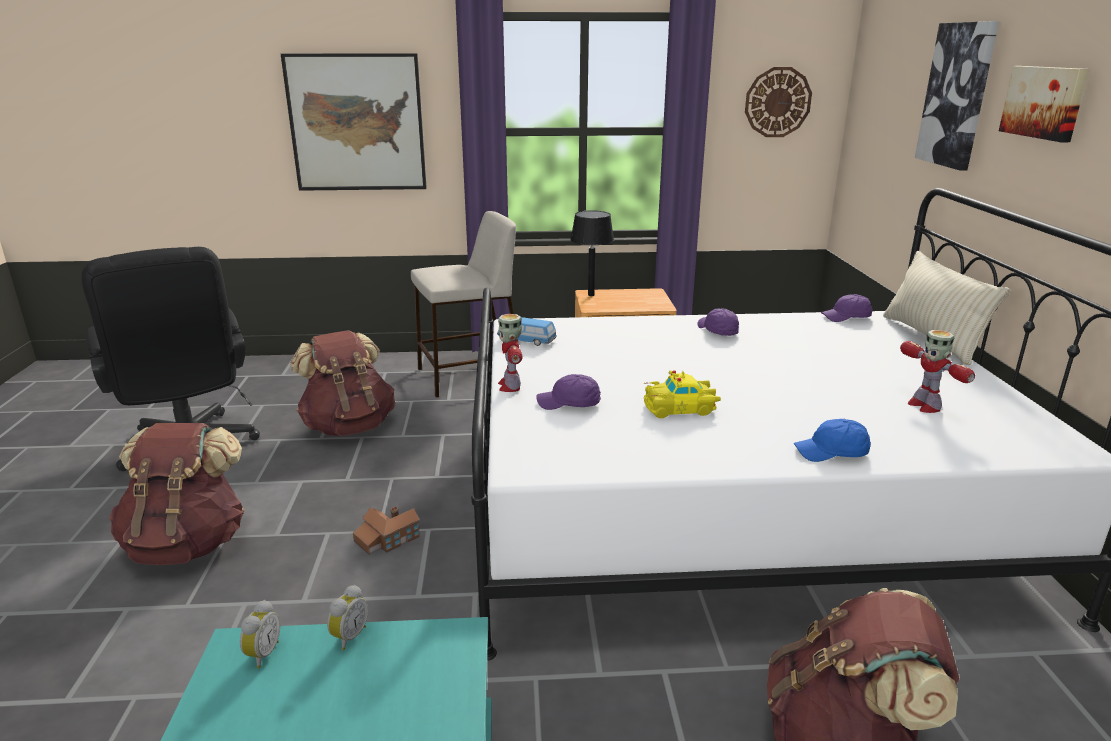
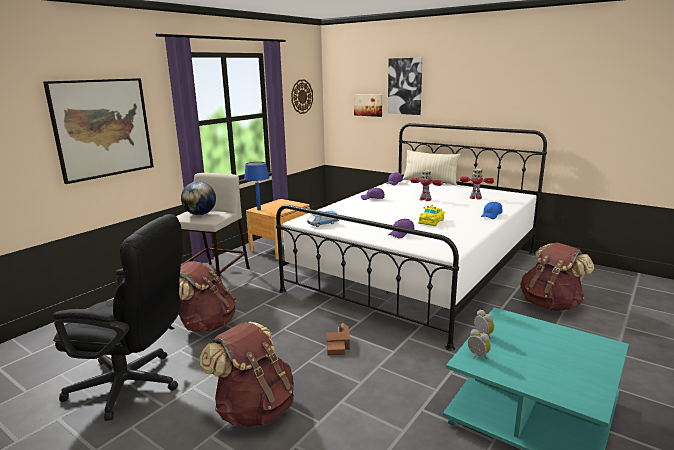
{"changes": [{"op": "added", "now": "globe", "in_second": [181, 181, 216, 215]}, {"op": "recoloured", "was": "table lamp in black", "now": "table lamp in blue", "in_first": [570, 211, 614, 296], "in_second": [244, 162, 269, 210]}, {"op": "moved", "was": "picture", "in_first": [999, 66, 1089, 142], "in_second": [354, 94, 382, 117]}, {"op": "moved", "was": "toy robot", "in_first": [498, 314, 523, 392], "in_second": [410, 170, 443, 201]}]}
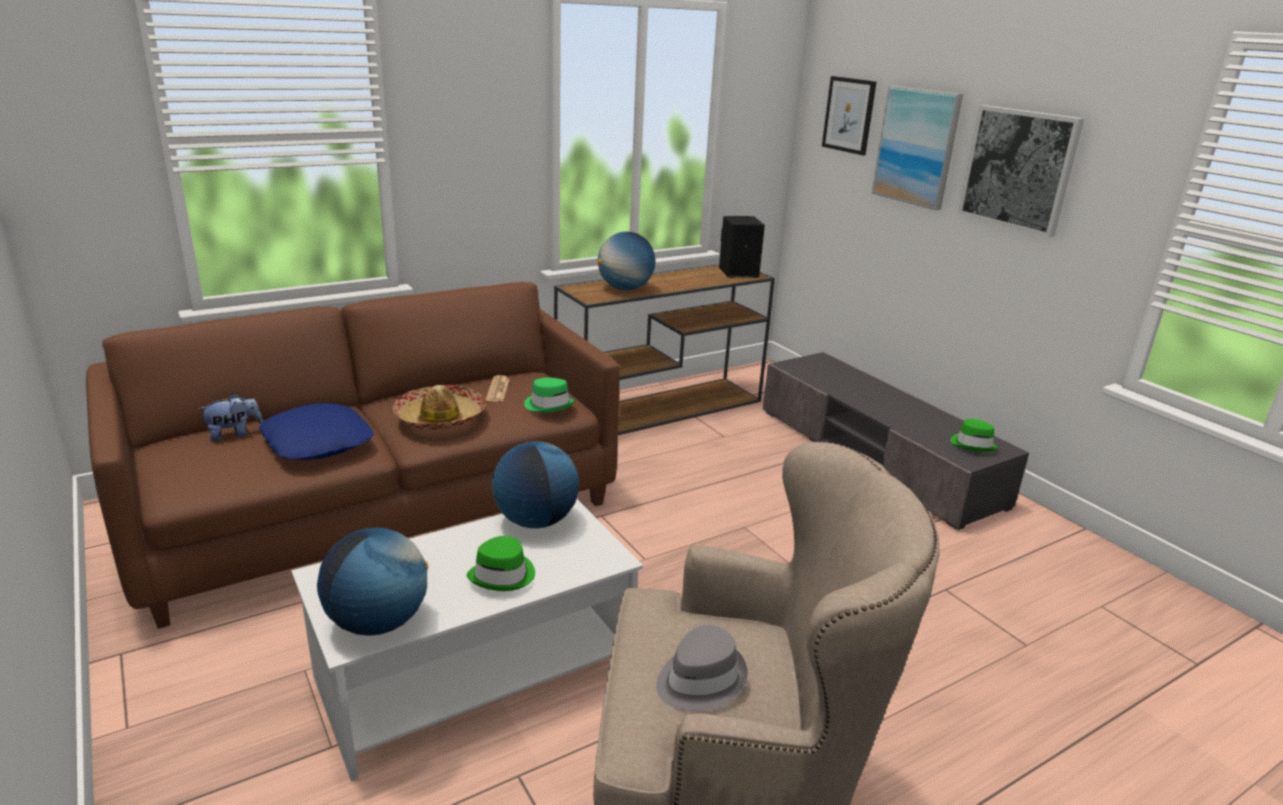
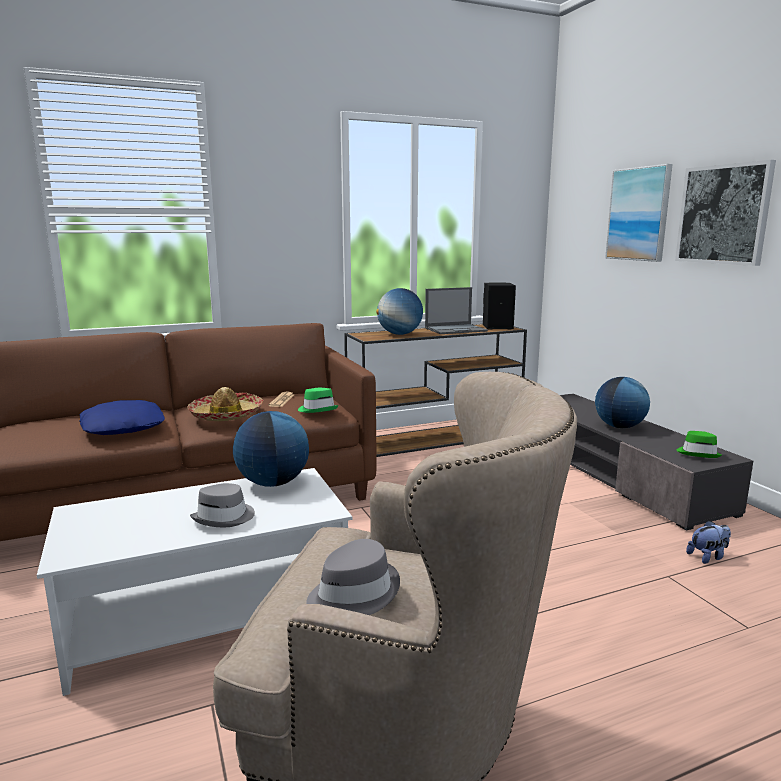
{"changes": [{"op": "recoloured", "was": "hat in green", "now": "hat in grey", "in_first": [466, 536, 535, 591], "in_second": [190, 483, 255, 527]}, {"op": "added", "now": "laptop", "in_second": [425, 287, 488, 334]}, {"op": "moved", "was": "globe", "in_first": [317, 528, 428, 636], "in_second": [595, 377, 650, 428]}, {"op": "moved", "was": "plush toy", "in_first": [198, 393, 263, 442], "in_second": [686, 520, 731, 564]}, {"op": "removed", "was": "picture", "in_first": [822, 76, 877, 155]}]}
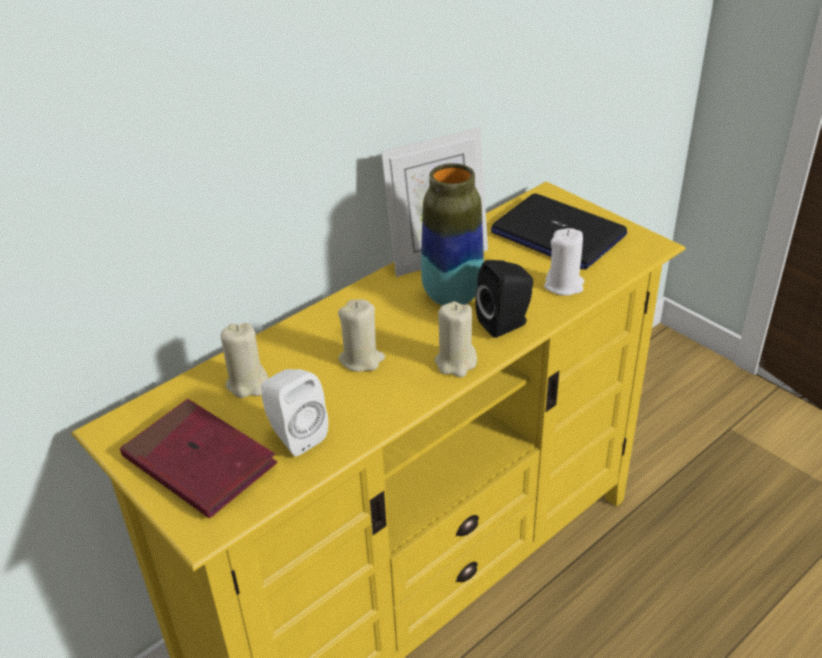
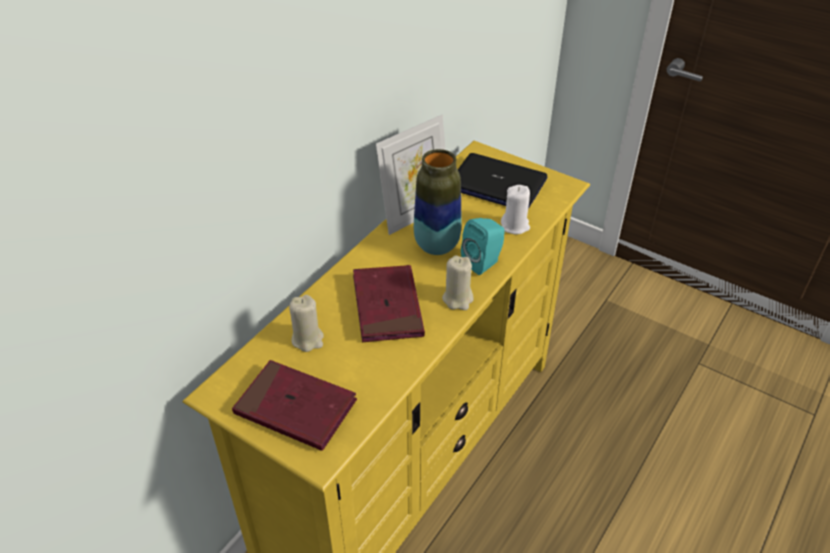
{"changes": [{"op": "replaced", "was": "candle in beige", "now": "book in red", "in_first": [338, 300, 385, 372], "in_second": [353, 265, 425, 342]}, {"op": "recoloured", "was": "speaker in black", "now": "speaker in turquoise", "in_first": [475, 260, 533, 338], "in_second": [461, 218, 505, 275]}, {"op": "removed", "was": "speaker in white", "in_first": [261, 369, 328, 456]}]}
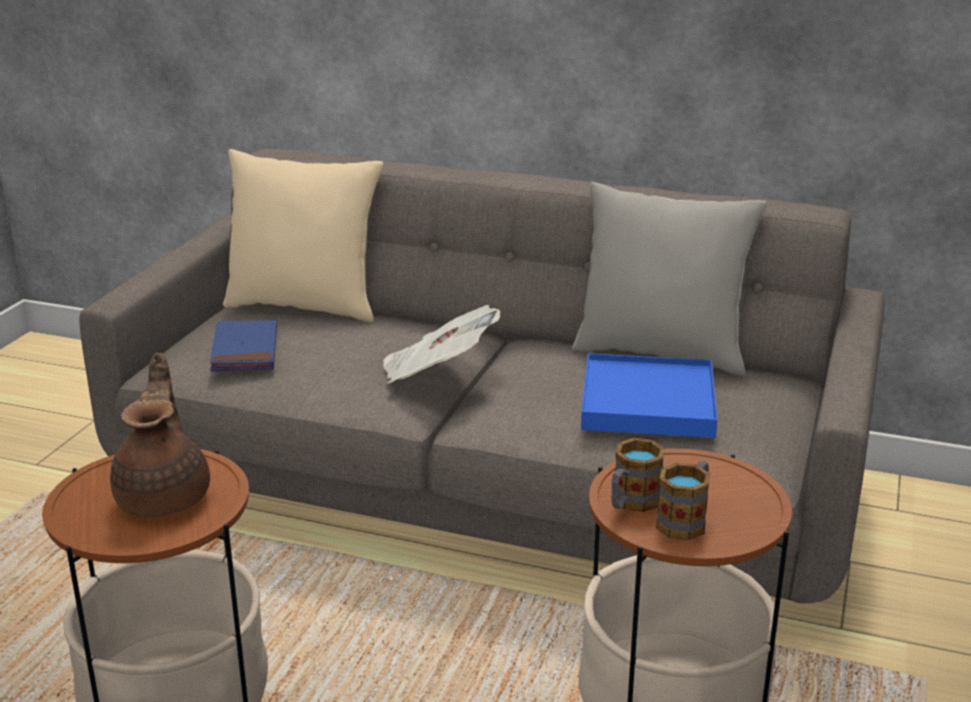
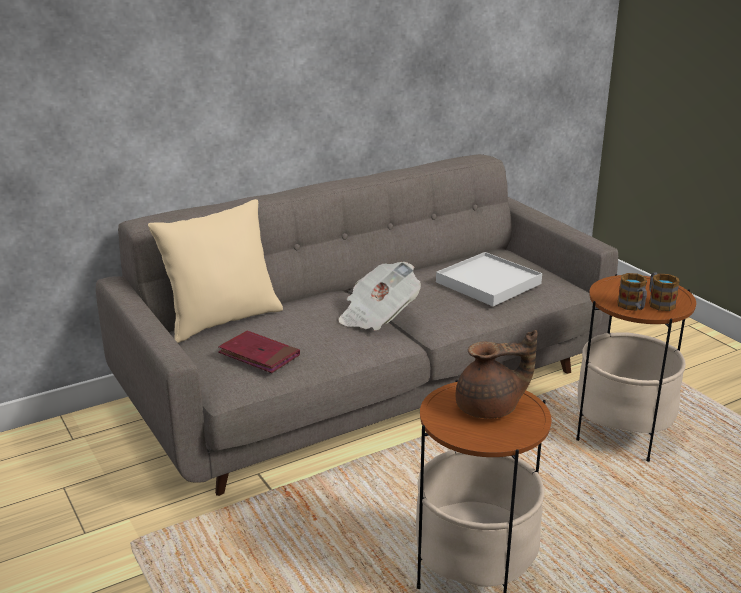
{"changes": [{"op": "recoloured", "was": "book in blue", "now": "book in red", "in_first": [210, 320, 277, 371], "in_second": [218, 331, 300, 373]}, {"op": "recoloured", "was": "tray in blue", "now": "tray in white", "in_first": [581, 353, 718, 438], "in_second": [436, 252, 542, 306]}, {"op": "turned", "was": "teapot in brown", "in_first": [110, 353, 210, 517], "in_second": [455, 330, 537, 419], "clockwise": 135}, {"op": "removed", "was": "pillow in grey", "in_first": [572, 182, 767, 376]}]}
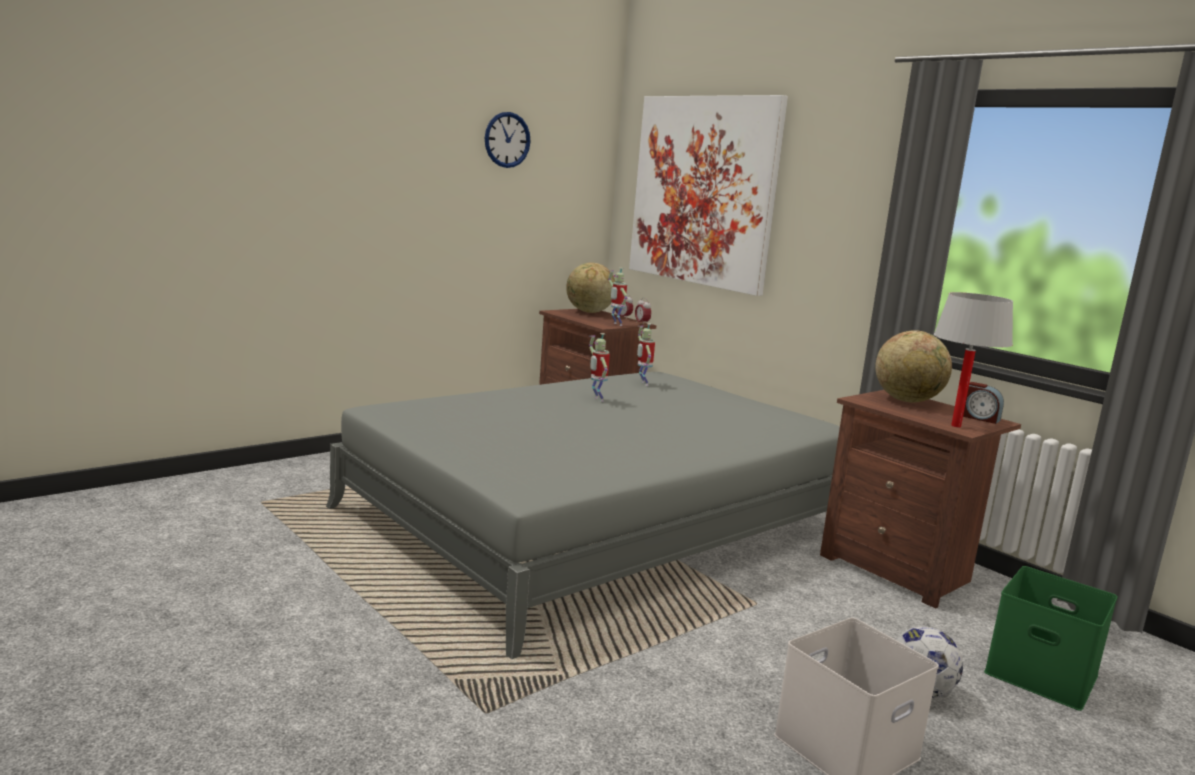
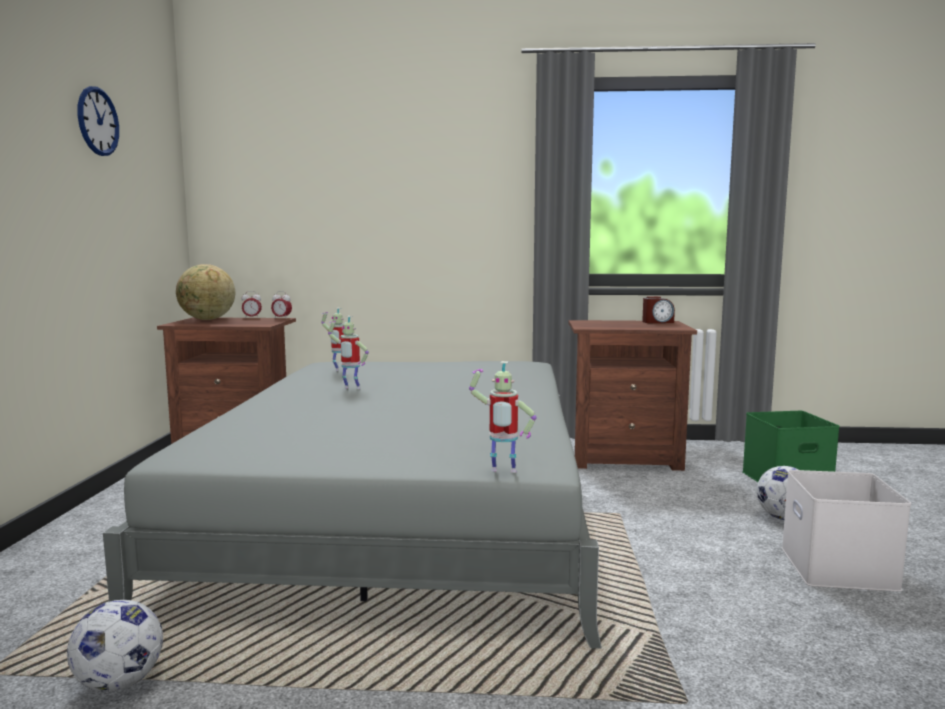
{"changes": [{"op": "added", "now": "football", "in_second": [67, 600, 163, 692]}, {"op": "moved", "was": "toy robot", "in_first": [608, 268, 627, 326], "in_second": [469, 361, 537, 473]}, {"op": "removed", "was": "picture", "in_first": [629, 95, 788, 296]}, {"op": "removed", "was": "globe", "in_first": [875, 330, 952, 402]}, {"op": "removed", "was": "table lamp in white", "in_first": [934, 292, 1013, 427]}]}
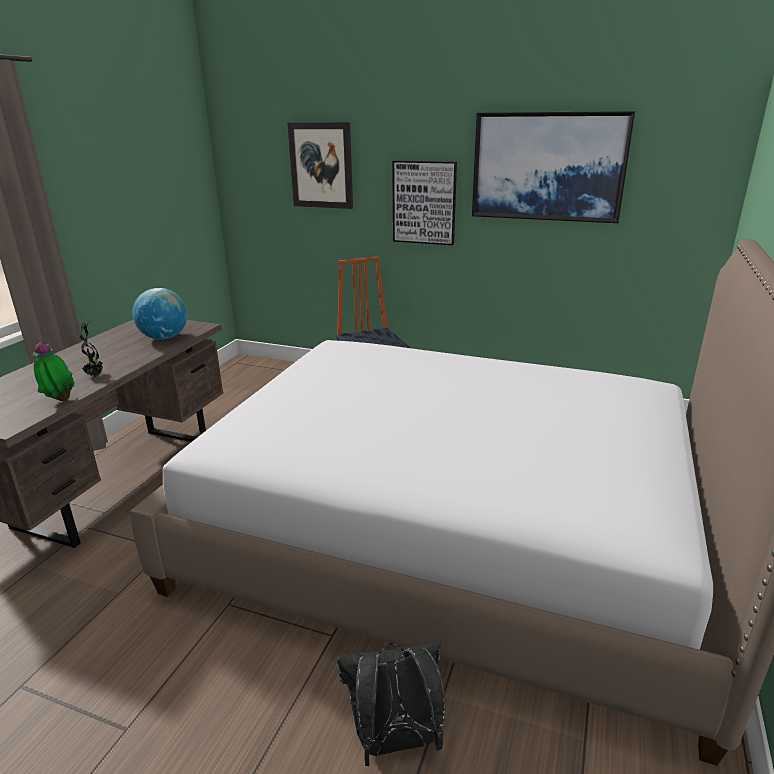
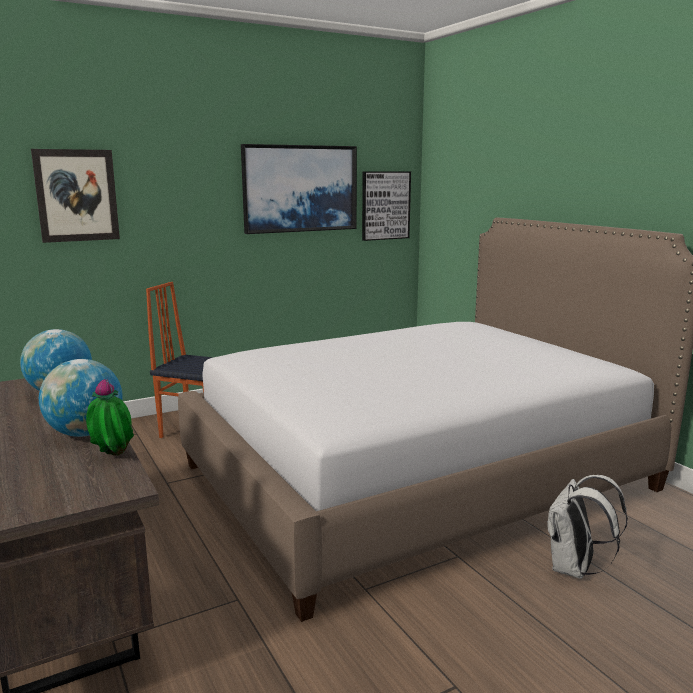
{"changes": [{"op": "replaced", "was": "potted plant", "now": "globe", "in_first": [80, 320, 104, 377], "in_second": [39, 359, 123, 437]}, {"op": "moved", "was": "picture", "in_first": [392, 161, 457, 245], "in_second": [362, 172, 411, 241]}, {"op": "recoloured", "was": "backpack in black", "now": "backpack in white", "in_first": [337, 642, 446, 766], "in_second": [547, 475, 628, 579]}]}
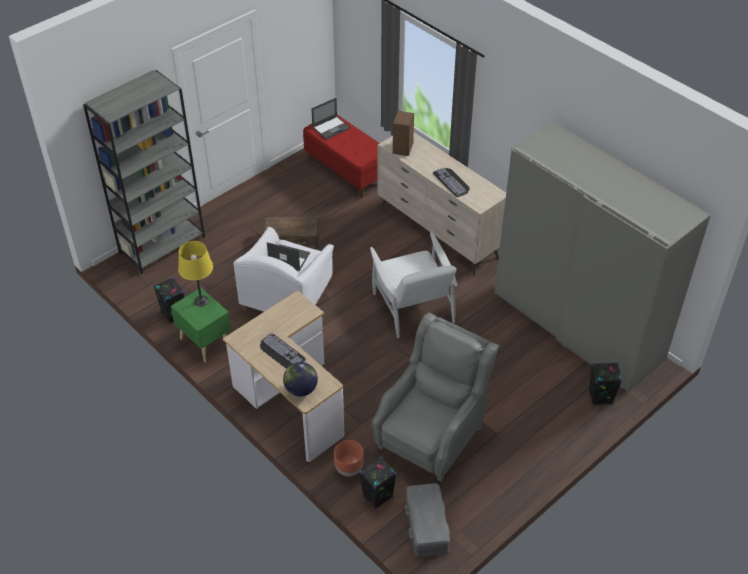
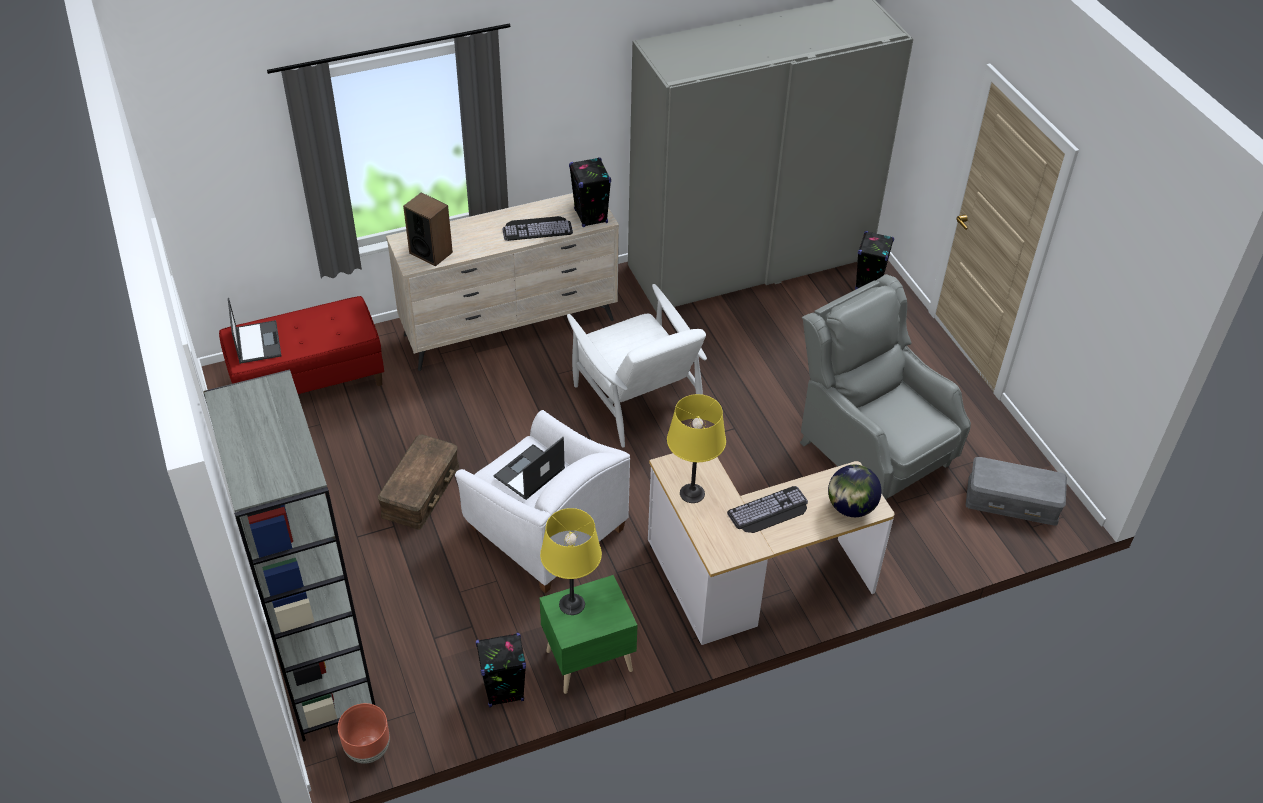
{"changes": [{"op": "moved", "was": "planter in brown", "in_first": [334, 440, 364, 476], "in_second": [338, 703, 390, 764]}, {"op": "turned", "was": "armchair in white", "in_first": [370, 232, 458, 338], "in_second": [567, 284, 707, 447], "clockwise": 60}, {"op": "moved", "was": "speaker in black", "in_first": [359, 457, 397, 510], "in_second": [569, 157, 611, 227]}, {"op": "added", "now": "table lamp in yellow", "in_second": [667, 394, 726, 503]}]}
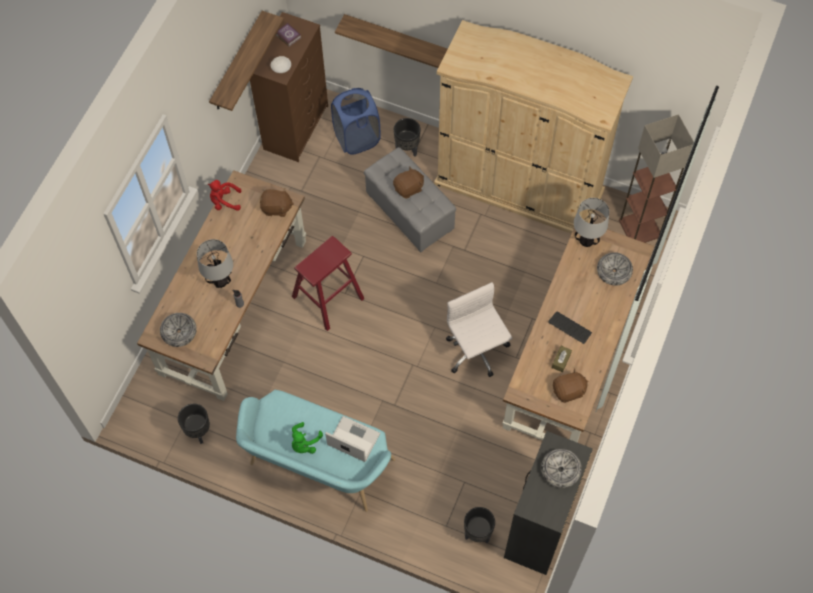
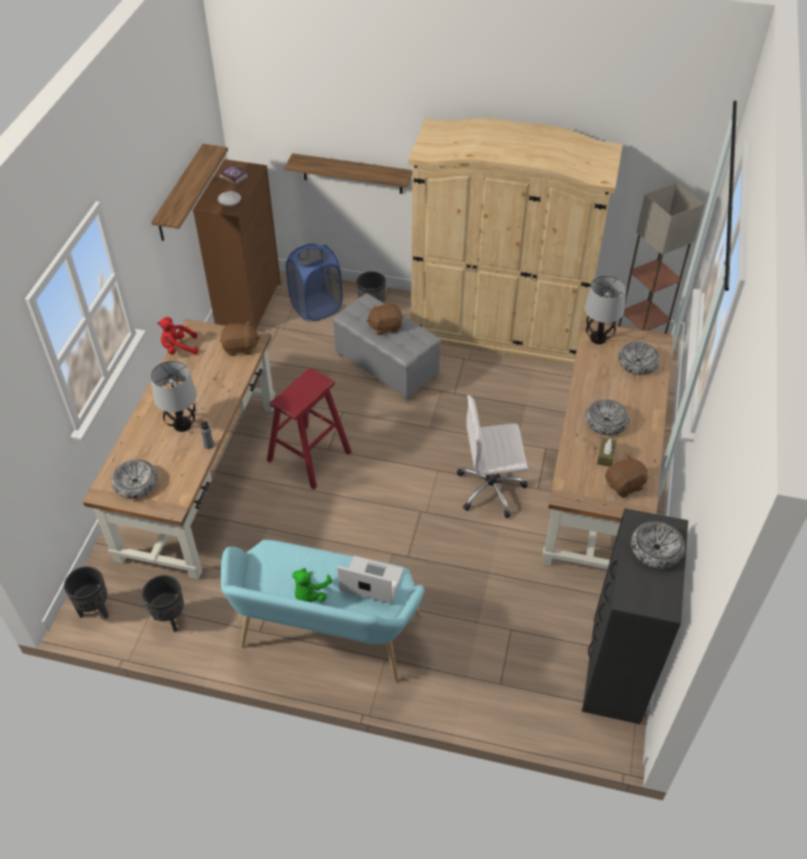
{"changes": [{"op": "moved", "was": "planter in black", "in_first": [464, 507, 495, 543], "in_second": [64, 566, 109, 619]}, {"op": "turned", "was": "plush toy in brown", "in_first": [393, 167, 424, 199], "in_second": [366, 304, 403, 335], "clockwise": -150}, {"op": "turned", "was": "office chair in white", "in_first": [446, 282, 512, 377], "in_second": [457, 395, 528, 518], "clockwise": -60}, {"op": "replaced", "was": "keyboard", "now": "bowl", "in_first": [548, 312, 592, 344], "in_second": [585, 399, 629, 435]}]}
